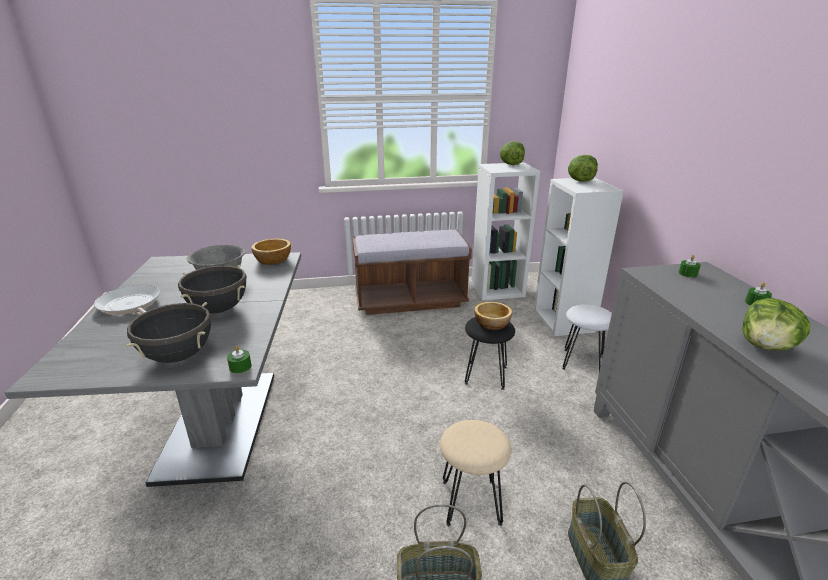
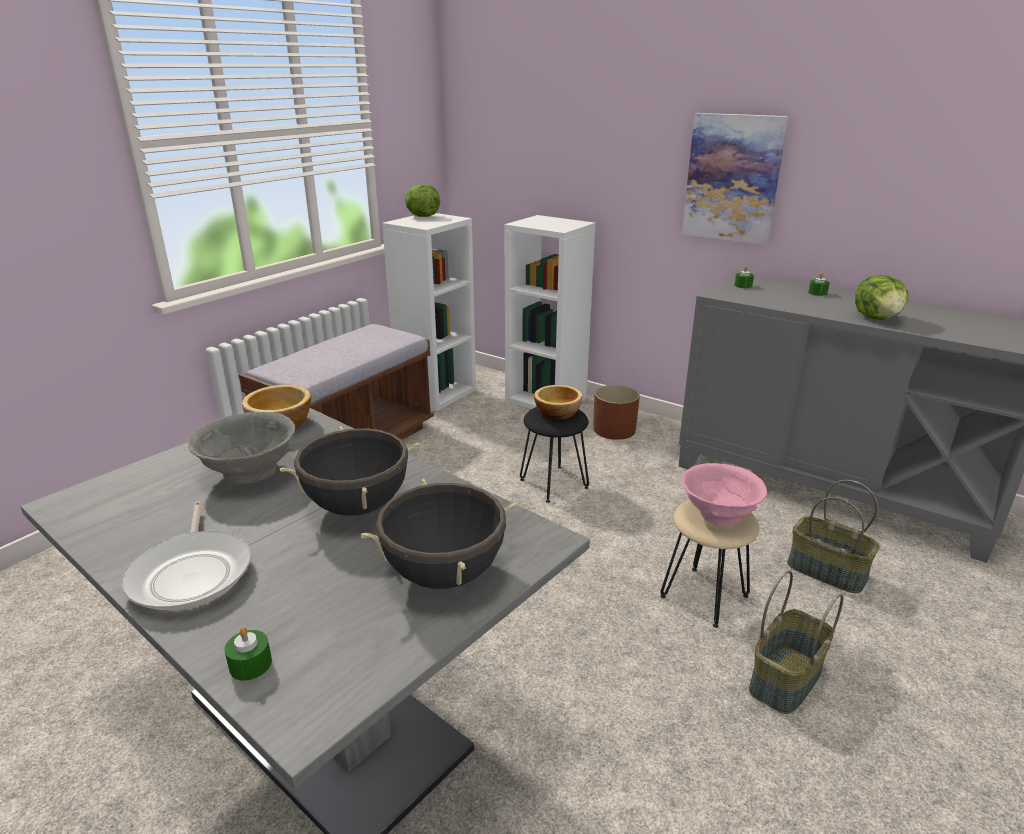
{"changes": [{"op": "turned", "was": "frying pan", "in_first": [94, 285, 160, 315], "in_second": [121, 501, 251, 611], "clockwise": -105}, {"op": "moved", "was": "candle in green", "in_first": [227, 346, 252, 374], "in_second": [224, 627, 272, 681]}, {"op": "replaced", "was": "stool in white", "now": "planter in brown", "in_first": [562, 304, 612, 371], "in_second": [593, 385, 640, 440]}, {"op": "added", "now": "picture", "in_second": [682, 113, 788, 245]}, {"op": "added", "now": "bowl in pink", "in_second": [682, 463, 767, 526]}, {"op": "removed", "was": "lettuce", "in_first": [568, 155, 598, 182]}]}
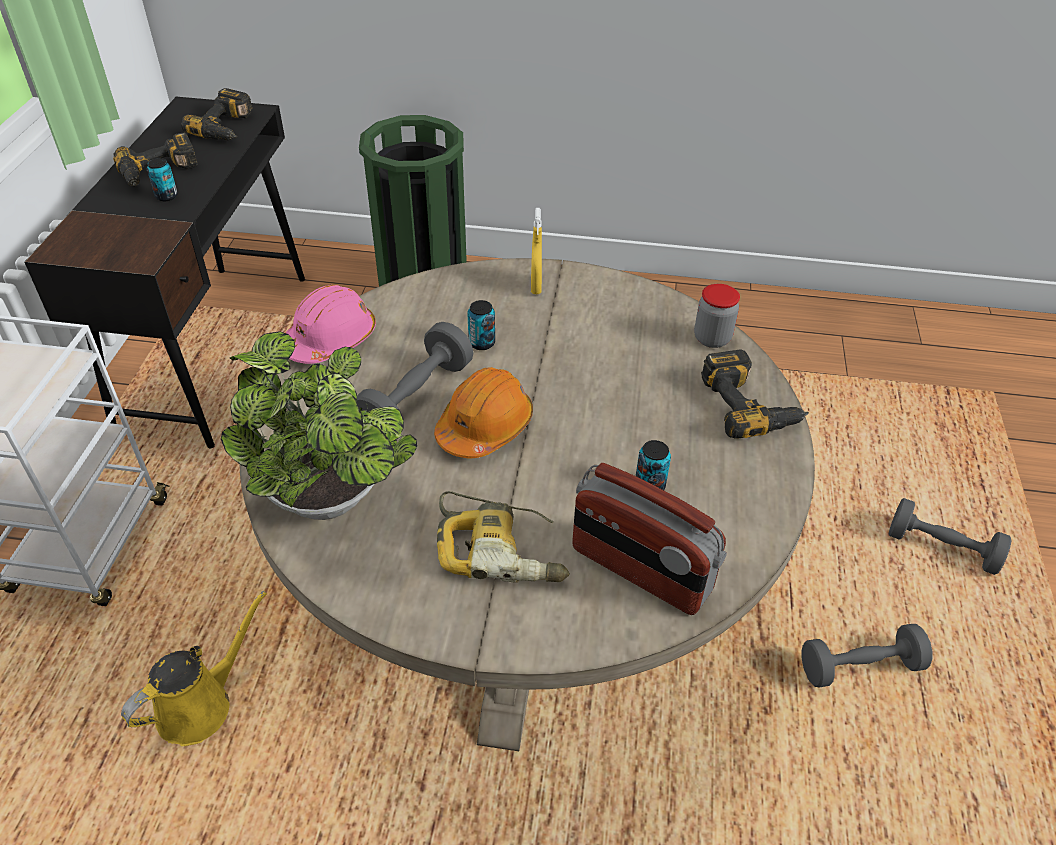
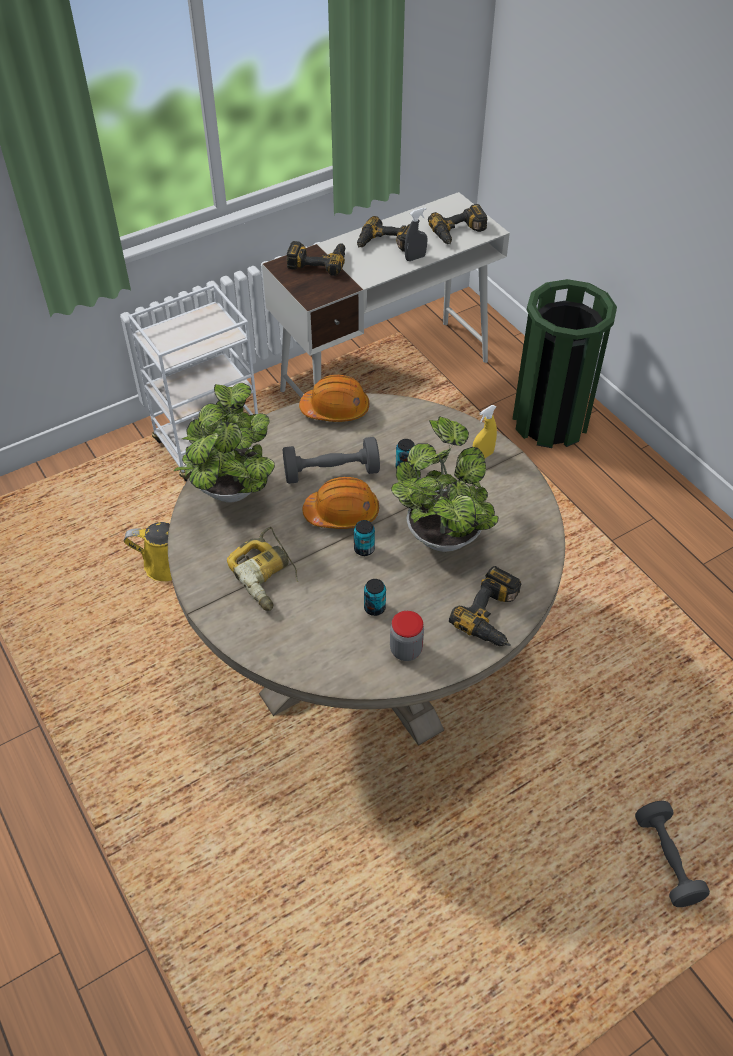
{"changes": [{"op": "recoloured", "was": "desk in black", "now": "desk in white", "in_first": [24, 97, 305, 448], "in_second": [262, 192, 510, 398]}, {"op": "added", "now": "power drill", "in_second": [287, 241, 345, 276]}, {"op": "recoloured", "was": "hard hat in pink", "now": "hard hat in orange", "in_first": [285, 285, 376, 364], "in_second": [299, 375, 369, 422]}, {"op": "moved", "was": "can", "in_first": [147, 158, 178, 201], "in_second": [354, 520, 375, 556]}, {"op": "moved", "was": "jar", "in_first": [694, 284, 740, 348], "in_second": [390, 611, 424, 661]}, {"op": "added", "now": "potted plant", "in_second": [391, 417, 499, 552]}, {"op": "added", "now": "spray bottle in grey", "in_second": [405, 207, 427, 261]}, {"op": "removed", "was": "radio", "in_first": [572, 463, 727, 615]}, {"op": "removed", "was": "dumbbell in grey", "in_first": [801, 624, 932, 687]}]}
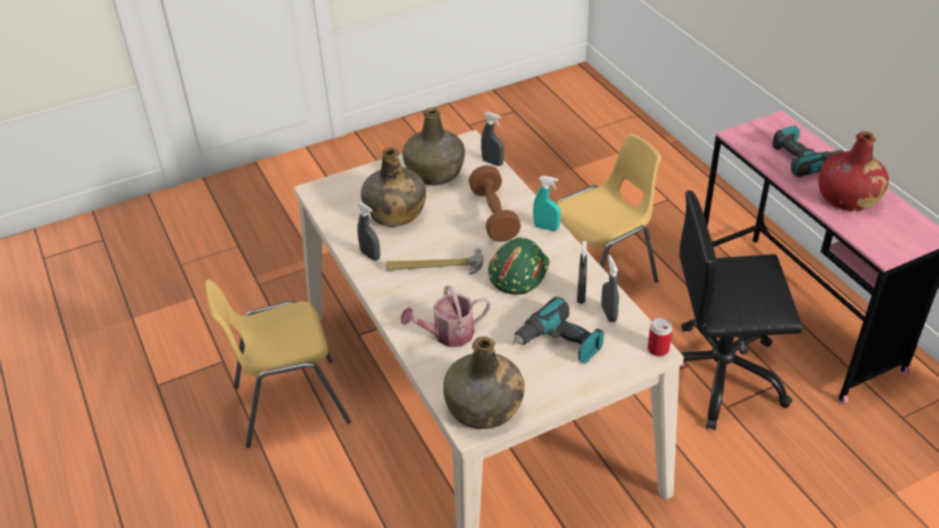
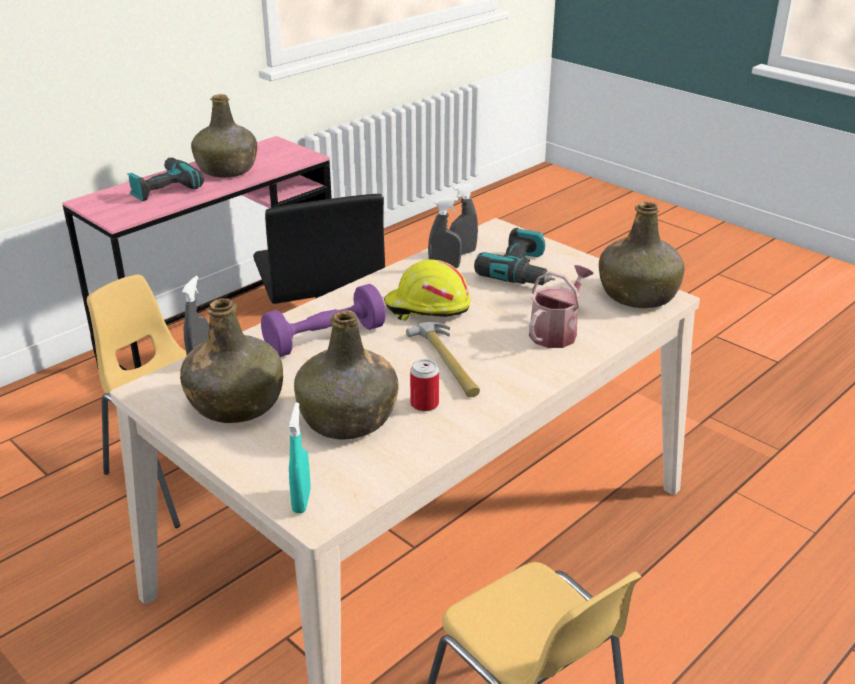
{"changes": [{"op": "recoloured", "was": "bottle in red", "now": "bottle in green", "in_first": [819, 131, 889, 211], "in_second": [191, 94, 257, 177]}, {"op": "recoloured", "was": "dumbbell in brown", "now": "dumbbell in purple", "in_first": [469, 165, 521, 242], "in_second": [261, 284, 386, 357]}, {"op": "moved", "was": "spray bottle in turquoise", "in_first": [533, 176, 561, 231], "in_second": [289, 402, 311, 513]}, {"op": "recoloured", "was": "hard hat in green", "now": "hard hat in yellow", "in_first": [488, 238, 550, 295], "in_second": [384, 260, 471, 321]}, {"op": "moved", "was": "can", "in_first": [648, 318, 672, 356], "in_second": [410, 359, 439, 411]}, {"op": "turned", "was": "watering can", "in_first": [400, 286, 490, 347], "in_second": [529, 265, 594, 348], "clockwise": -105}, {"op": "removed", "was": "spray bottle in grey", "in_first": [357, 202, 380, 261]}]}
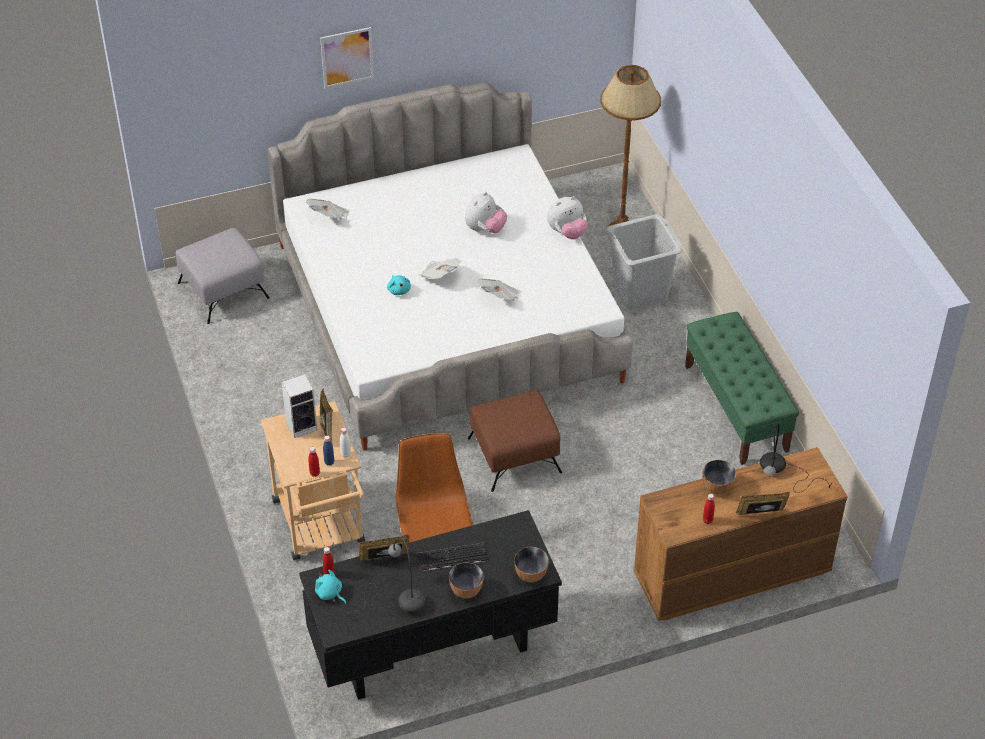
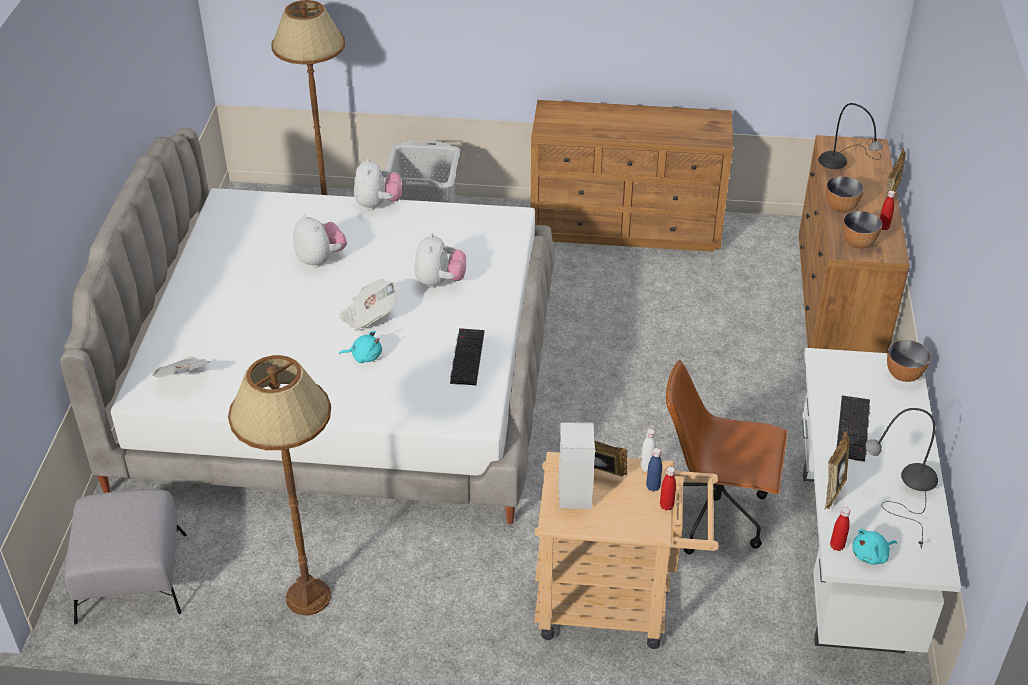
{"changes": [{"op": "added", "now": "floor lamp in brown", "in_second": [228, 355, 331, 616]}, {"op": "replaced", "was": "newspaper", "now": "plush toy", "in_first": [477, 278, 521, 301], "in_second": [414, 233, 466, 288]}, {"op": "added", "now": "keyboard", "in_second": [450, 328, 485, 385]}, {"op": "replaced", "was": "bench in green", "now": "dresser in brown", "in_first": [685, 312, 799, 465], "in_second": [531, 100, 733, 252]}, {"op": "recoloured", "was": "desk in black", "now": "desk in white", "in_first": [299, 510, 562, 700], "in_second": [802, 348, 961, 653]}, {"op": "moved", "was": "bowl", "in_first": [449, 562, 484, 599], "in_second": [843, 211, 882, 248]}, {"op": "removed", "was": "picture", "in_first": [320, 27, 374, 88]}, {"op": "removed", "was": "ottoman in brown", "in_first": [468, 390, 562, 492]}]}
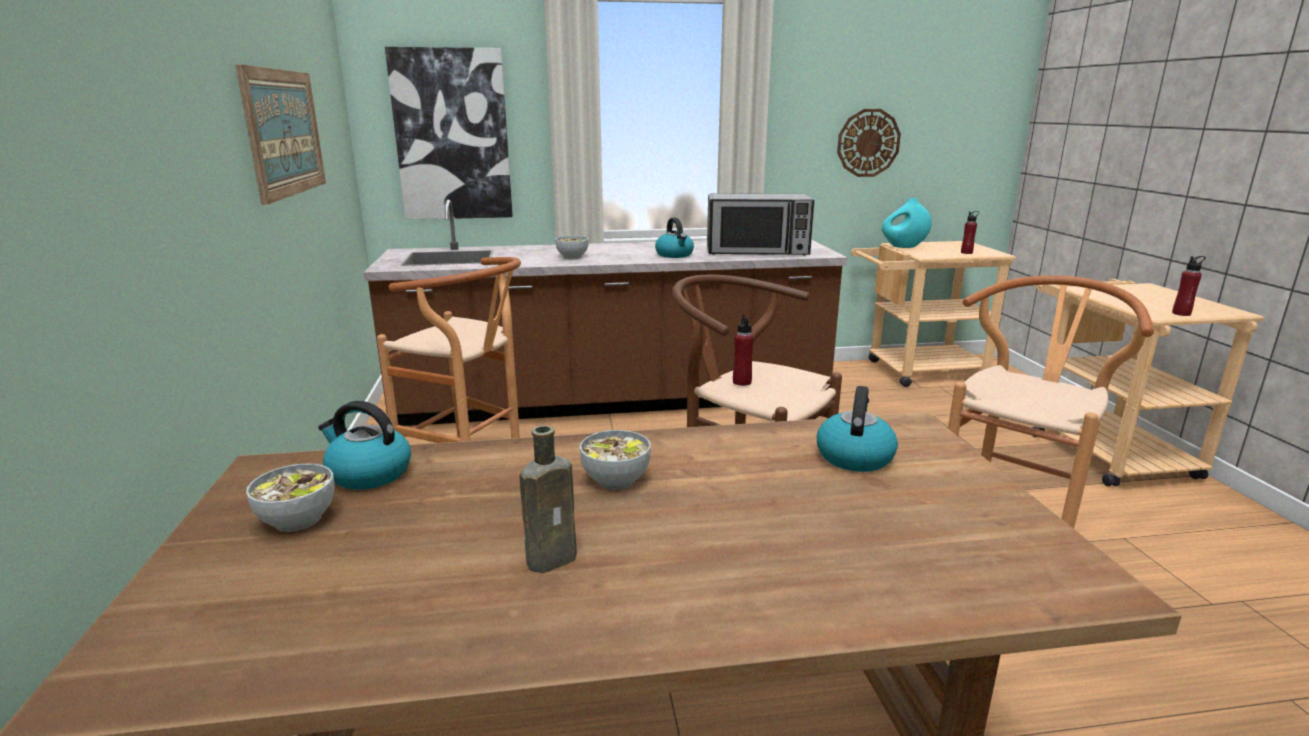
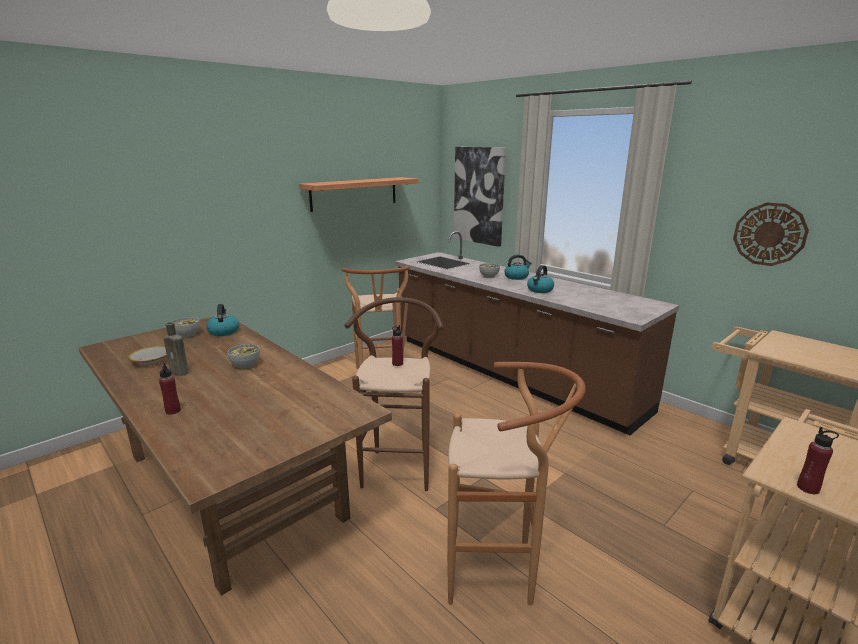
{"changes": [{"op": "added", "now": "bowl", "in_second": [128, 346, 167, 365]}, {"op": "moved", "was": "bottle in red", "in_first": [961, 211, 979, 254], "in_second": [159, 363, 181, 415]}, {"op": "replaced", "was": "picture", "now": "shelf", "in_first": [235, 64, 326, 205], "in_second": [299, 177, 419, 212]}, {"op": "moved", "was": "kettle", "in_first": [817, 386, 898, 472], "in_second": [504, 254, 532, 280]}, {"op": "removed", "was": "microwave", "in_first": [707, 193, 814, 255]}, {"op": "removed", "was": "vase in turquoise", "in_first": [882, 198, 932, 248]}]}
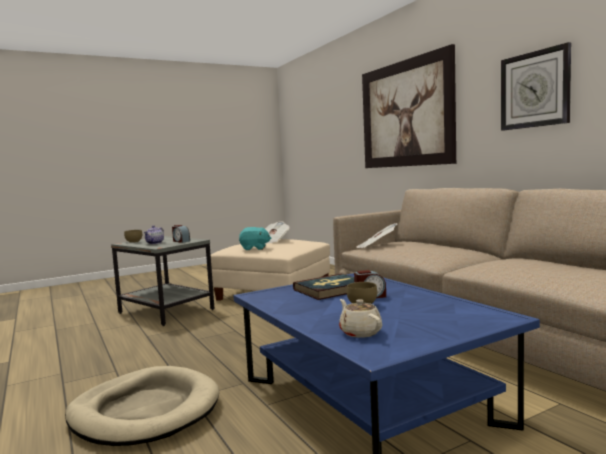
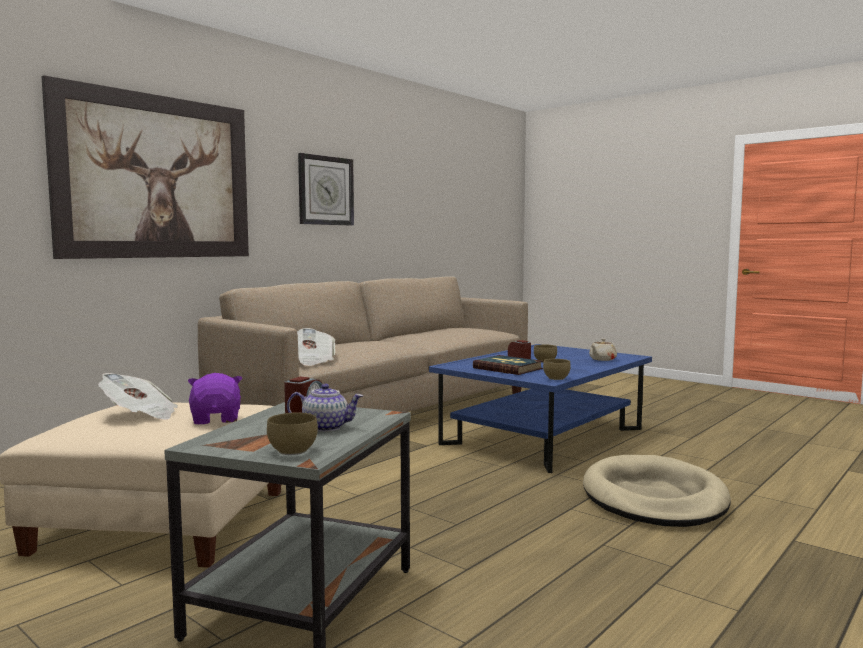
{"changes": [{"op": "recoloured", "was": "plush toy in turquoise", "now": "plush toy in purple", "in_first": [239, 227, 272, 250], "in_second": [188, 373, 242, 424]}, {"op": "added", "now": "bowl in brown", "in_second": [543, 359, 571, 380]}]}
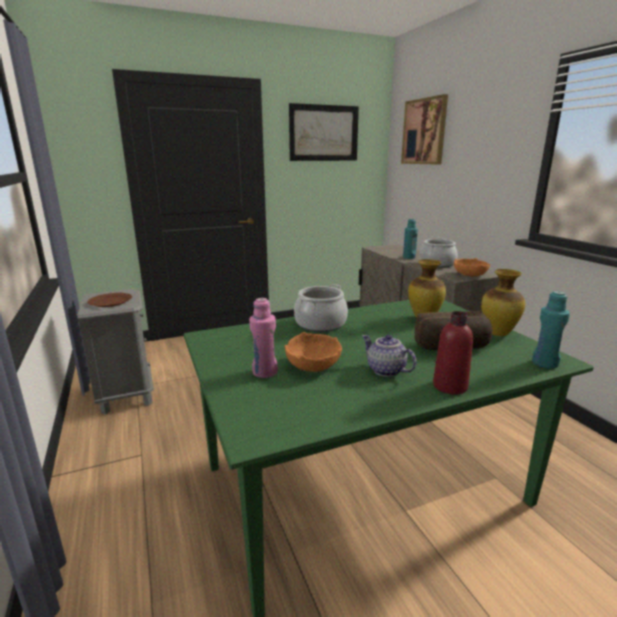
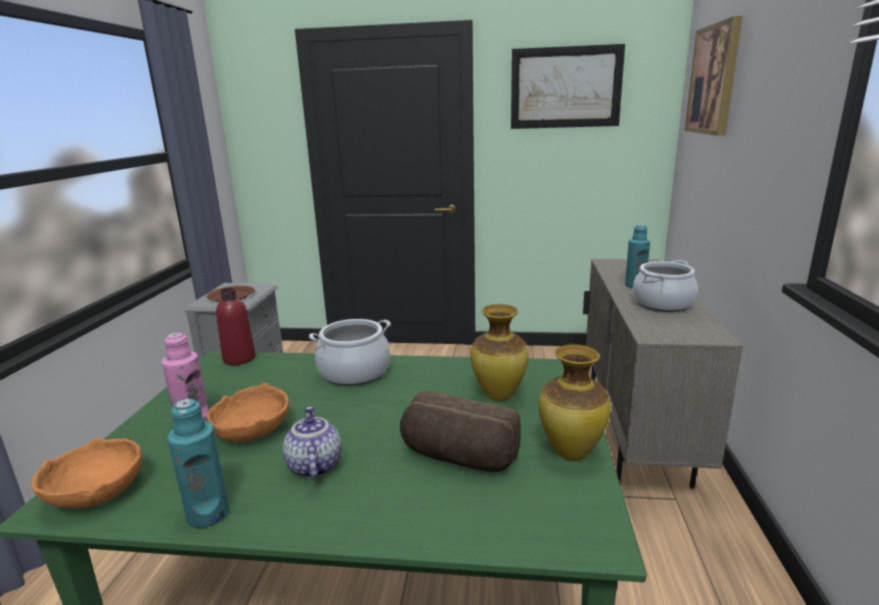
{"changes": [{"op": "moved", "was": "bowl in orange", "in_first": [454, 258, 490, 277], "in_second": [31, 438, 142, 508]}, {"op": "moved", "was": "bottle in turquoise", "in_first": [532, 291, 570, 368], "in_second": [167, 399, 229, 528]}, {"op": "moved", "was": "bottle in red", "in_first": [433, 311, 473, 395], "in_second": [216, 288, 256, 365]}]}
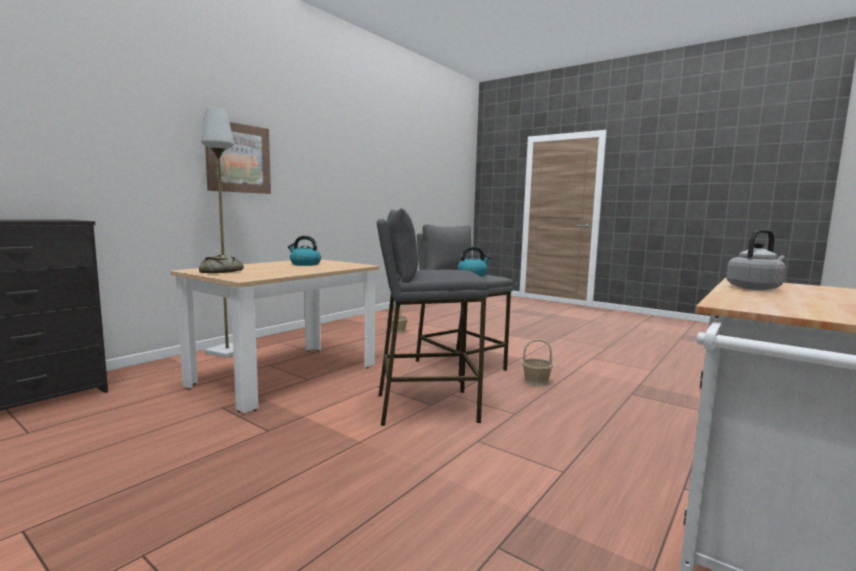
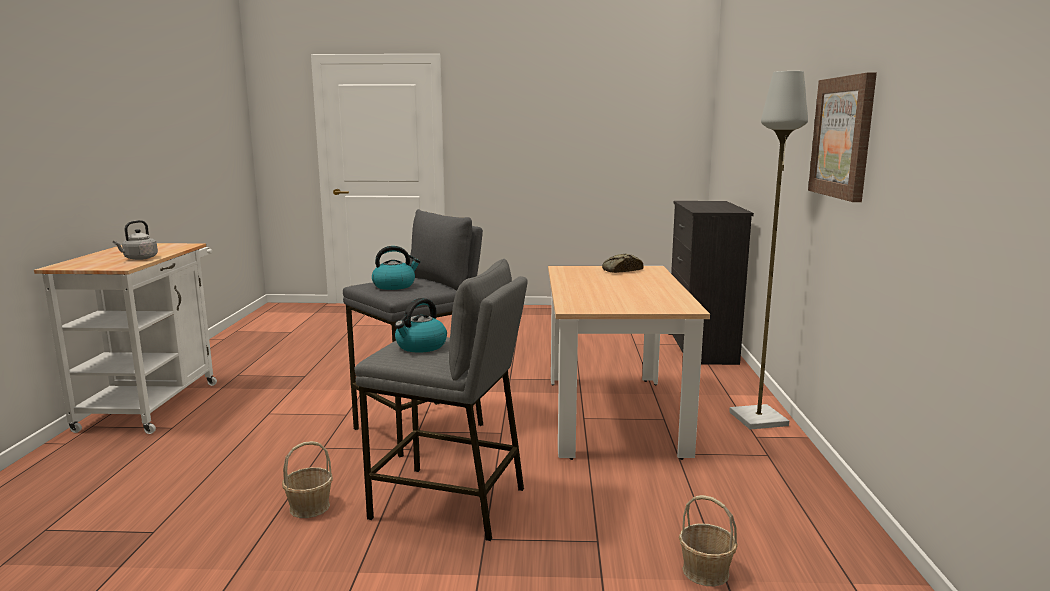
{"changes": [{"op": "moved", "was": "kettle", "in_first": [288, 236, 321, 266], "in_second": [372, 246, 421, 290]}]}
